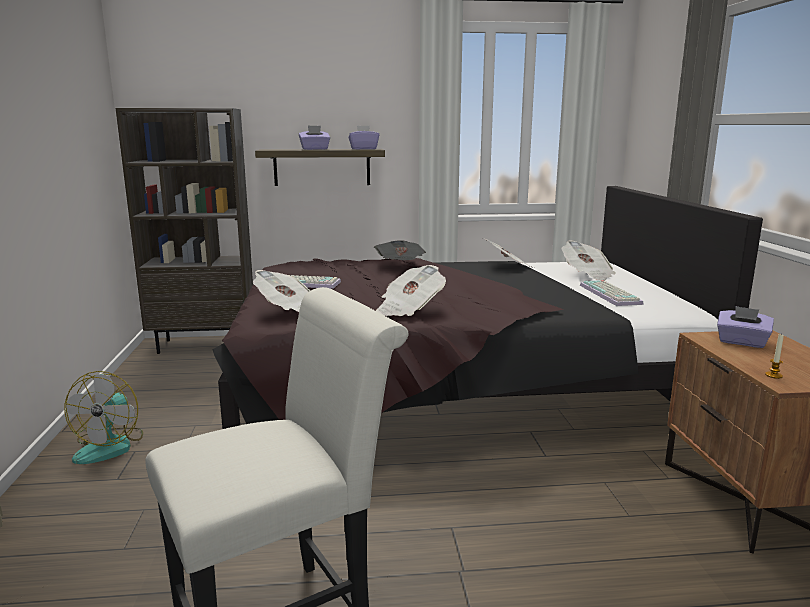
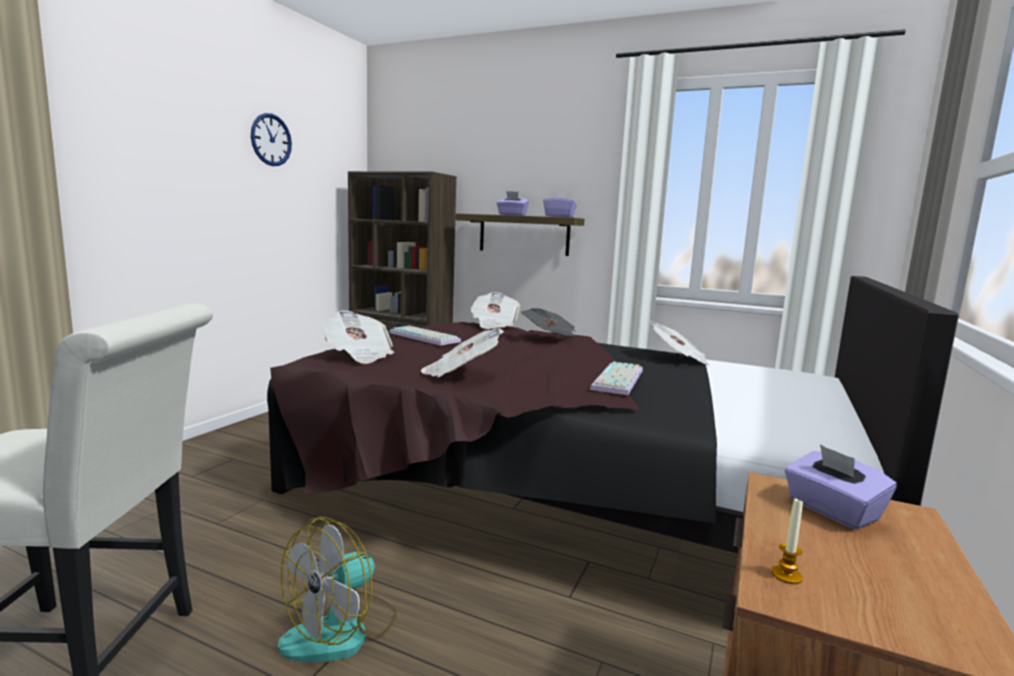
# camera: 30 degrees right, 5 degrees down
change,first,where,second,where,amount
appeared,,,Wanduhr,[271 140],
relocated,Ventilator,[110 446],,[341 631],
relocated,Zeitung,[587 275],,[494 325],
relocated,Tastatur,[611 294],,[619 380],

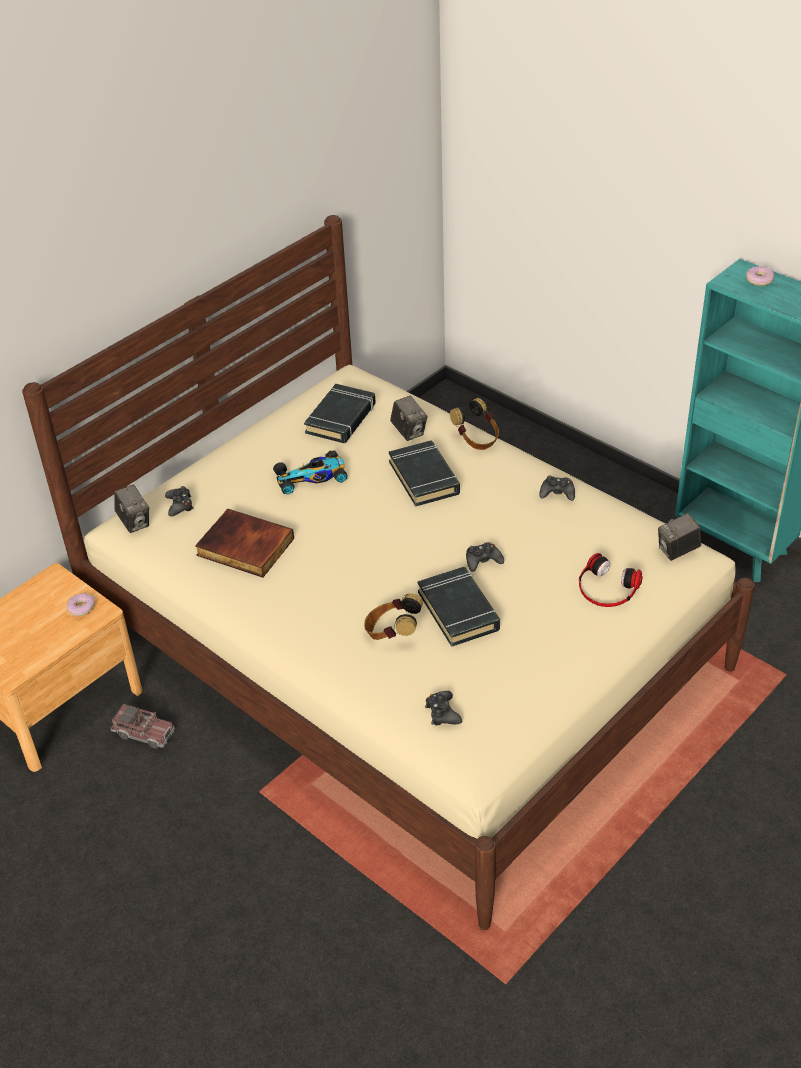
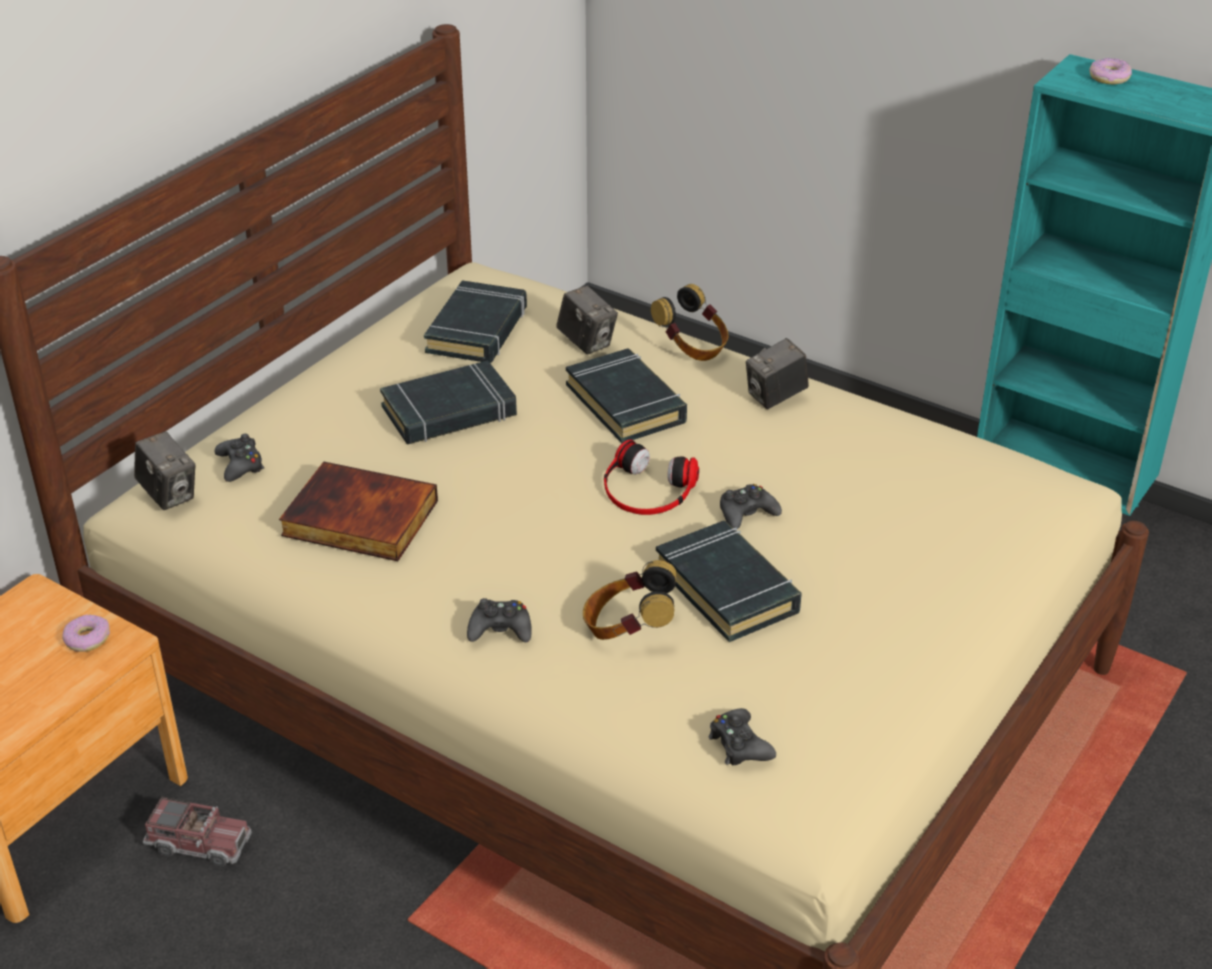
# camera: 10 degrees left, 5 degrees down
change,first,where,second,where,amount
relocated,Gamepad [schwarz],[557 493],,[500 629],
relocated,Kopfhörer,[607 588],,[647 490],
relocated,Kamera,[677 551],,[775 397],
exchanged,Spielzeugauto,[312 477],Buch [schwarz],[449 412],

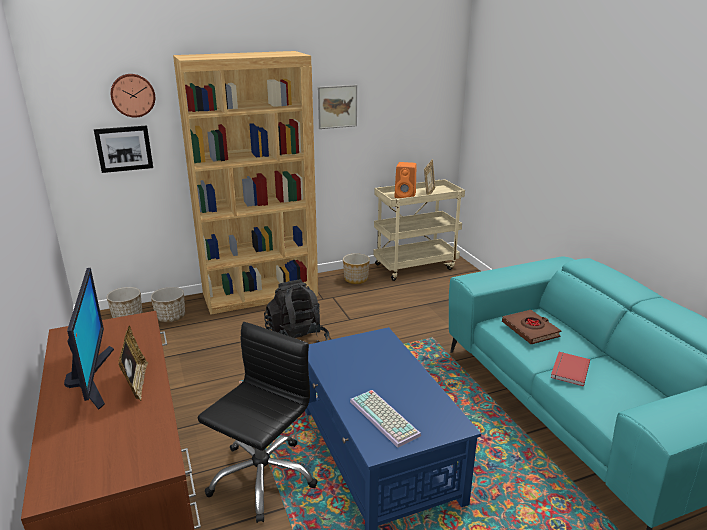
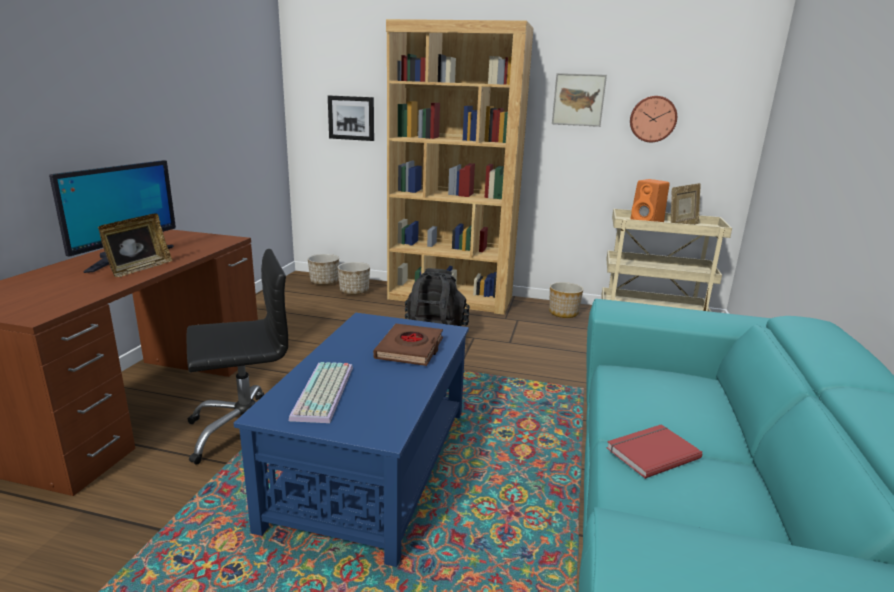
# camera: 35 degrees right, 5 degrees down
change,first,where,second,where,amount
relocated,Wanduhr,[133 95],,[652 119],
relocated,Buch [braun],[530 330],,[410 349],

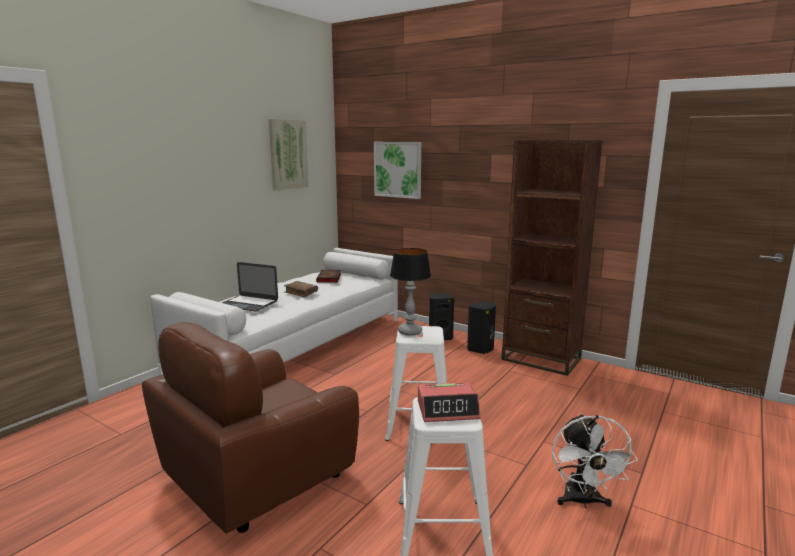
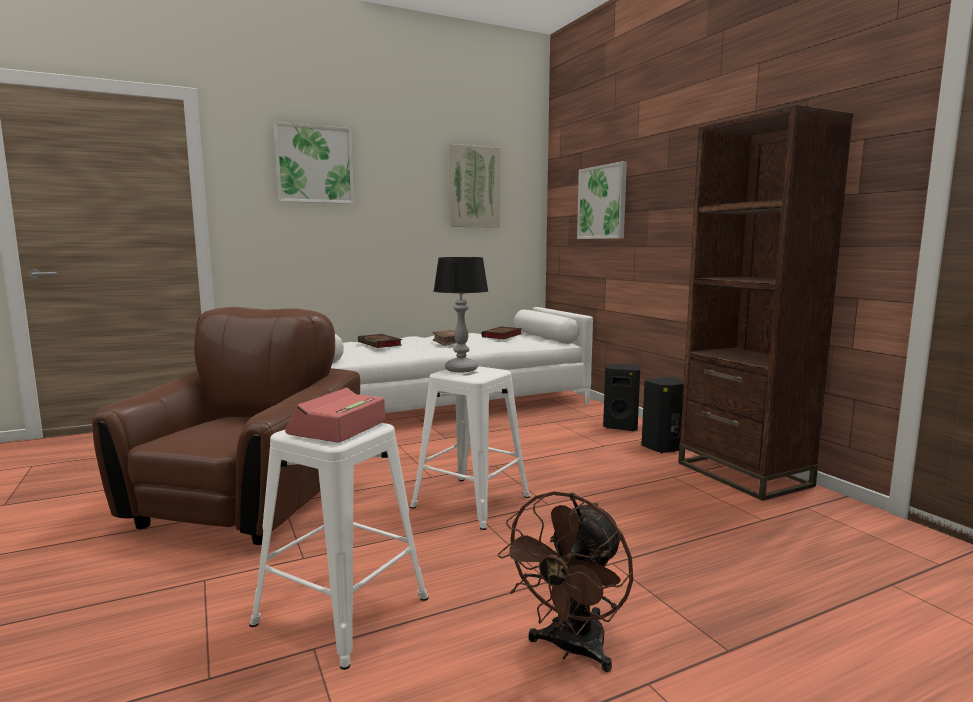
# camera: 30 degrees right, 5 degrees down
change,first,where,second,where,amount
appeared,,,Bild,[314 164],
exchanged,Laptop,[248 303],Buch,[380 344],
colour,Ventilator [weiß],[583 501],Ventilator [braun],[571 650],
spun,Sessel [braun],[258 477],,[245 504],120 degrees clockwise
spun,Wecker,[448 410],,[337 428],90 degrees clockwise

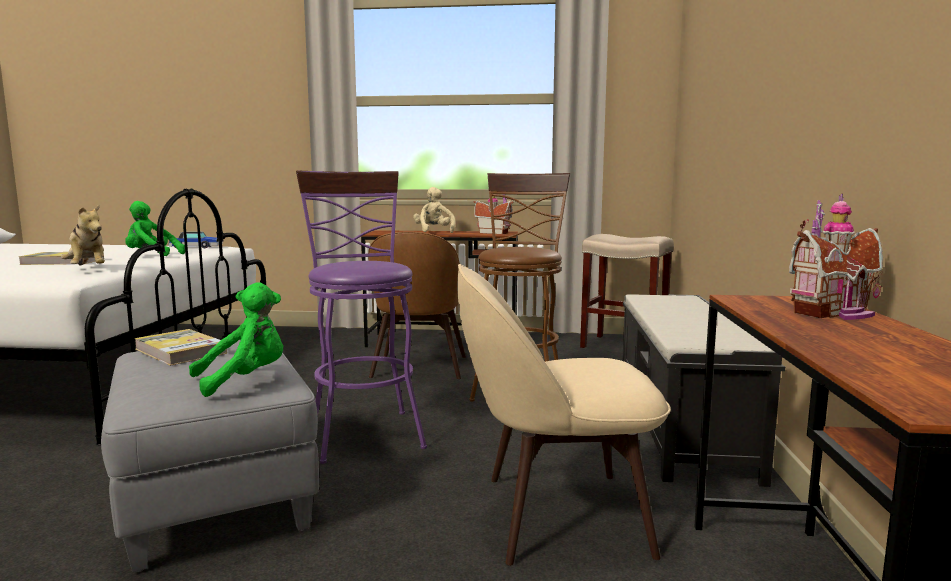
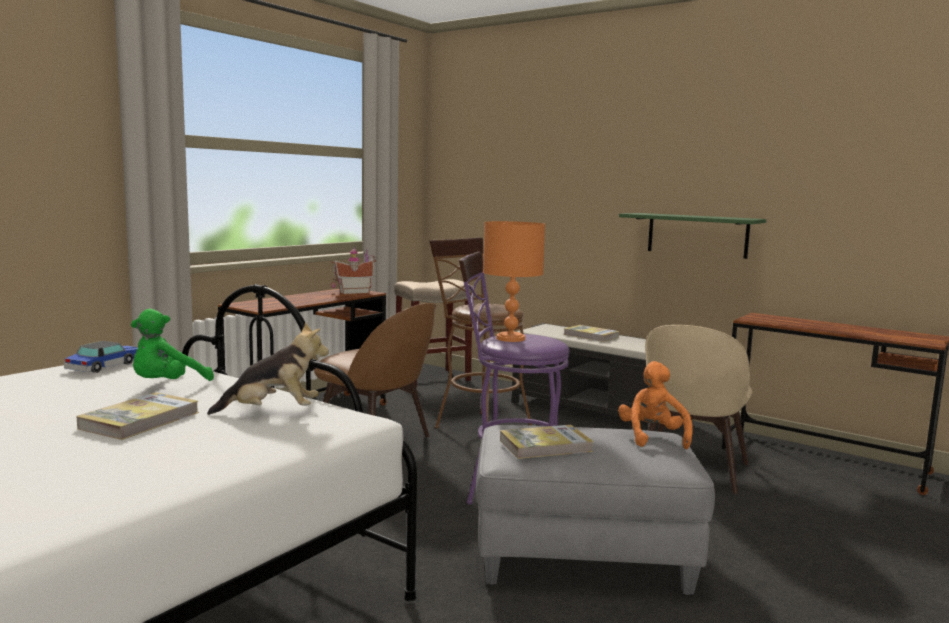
# camera: 60 degrees left, 0 degrees up
change,first,where,second,where,amount
missing,Plüschtier [beige],[434 231],,,
missing,Spielzeughaus,[837 314],,,
appeared,,,Tischlampe [orange],[510 339],
appeared,,,Buch,[591 336],
appeared,,,Wandregal [grün],[697 235],
colour,Plüschtier [grün],[245 380],Plüschtier [orange],[652 437],

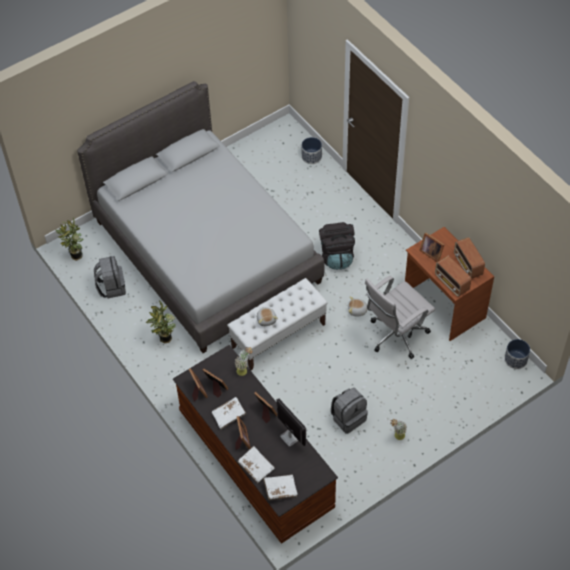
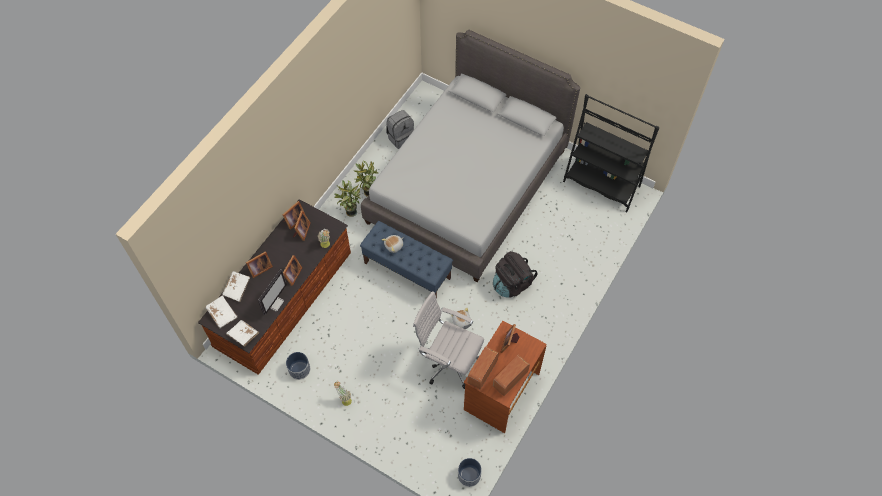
# camera: 65 degrees right, 5 degrees up
change,first,where,second,where,amount
missing,Rucksack [grau],[348 417],,,
appeared,,,Bücherregal [schwarz],[601 184],
relocated,Topfpflanze,[75 256],,[350 212],
relocated,Buch [weiß],[229 415],,[243 335],
relocated,Pflanzkübel,[311 157],,[299 369],
colour,Bank [weiß],[278 335],Bank [blau],[407 270],

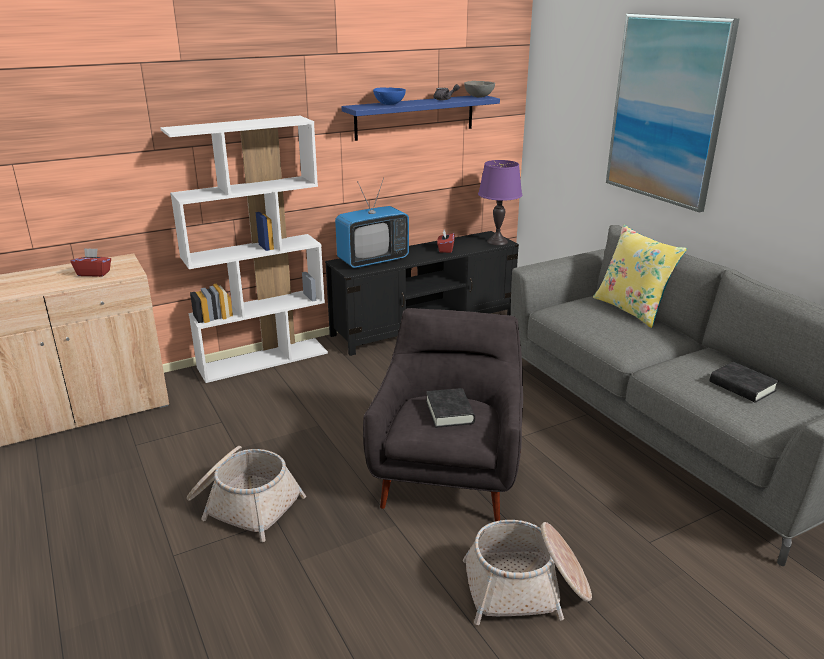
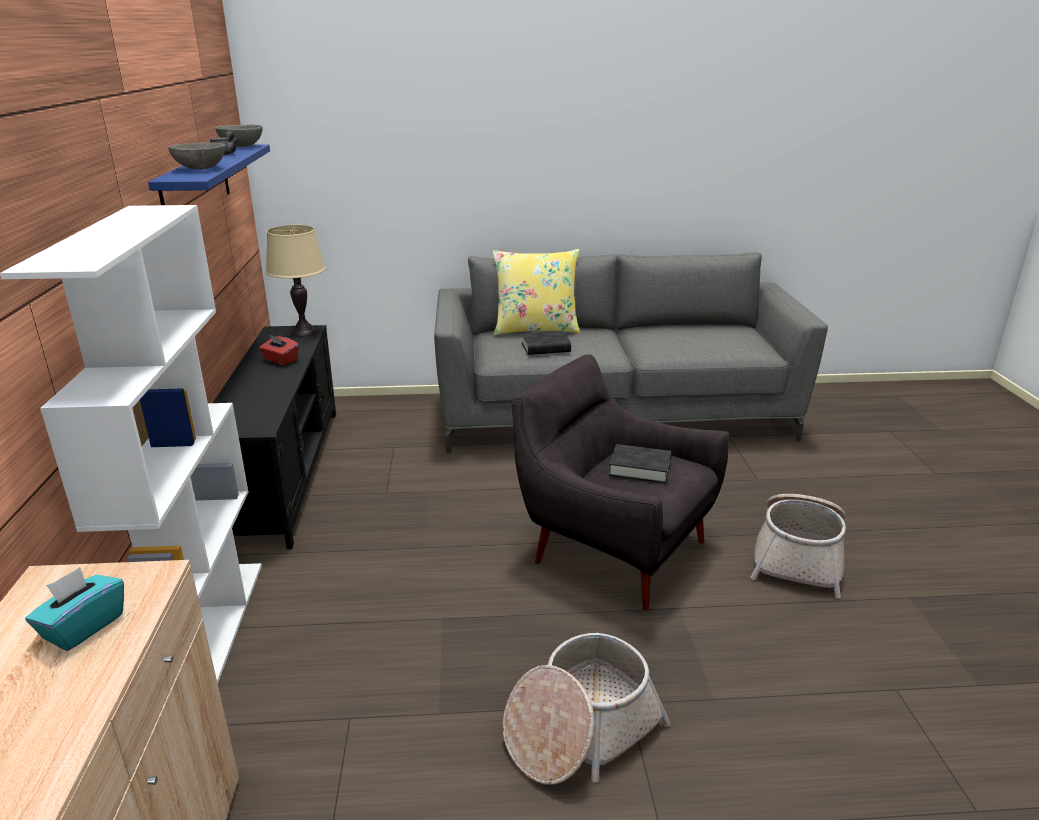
# camera: 65 degrees left, 0 degrees up
change,first,where,second,where,amount
missing,Fernseher,[373 260],,,
missing,Bild,[666 110],,,
relocated,Buch [schwarz],[742 386],,[545 348],
colour,Taschentuchbox [rot],[94 273],Taschentuchbox [türkis],[83 627],
colour,Schüssel [blau],[389 104],Schüssel [grau],[201 168],
colour,Tischlampe [lila],[497 242],Tischlampe [beige],[303 332],

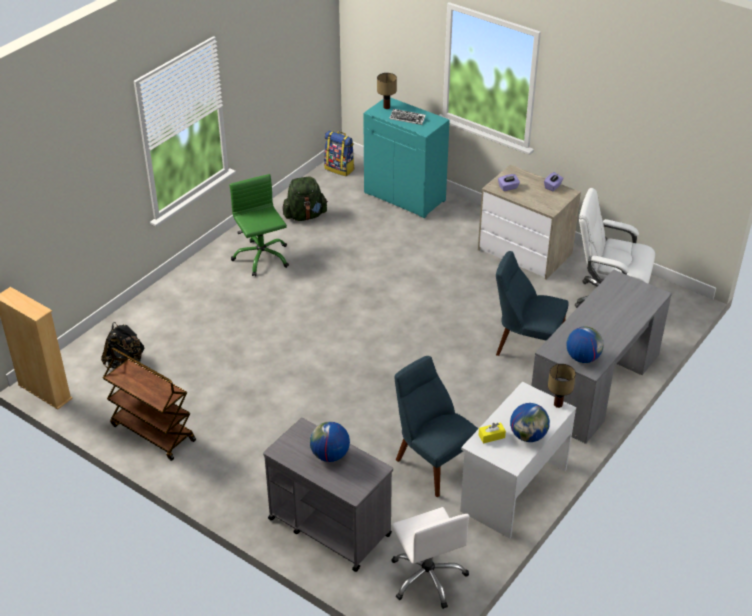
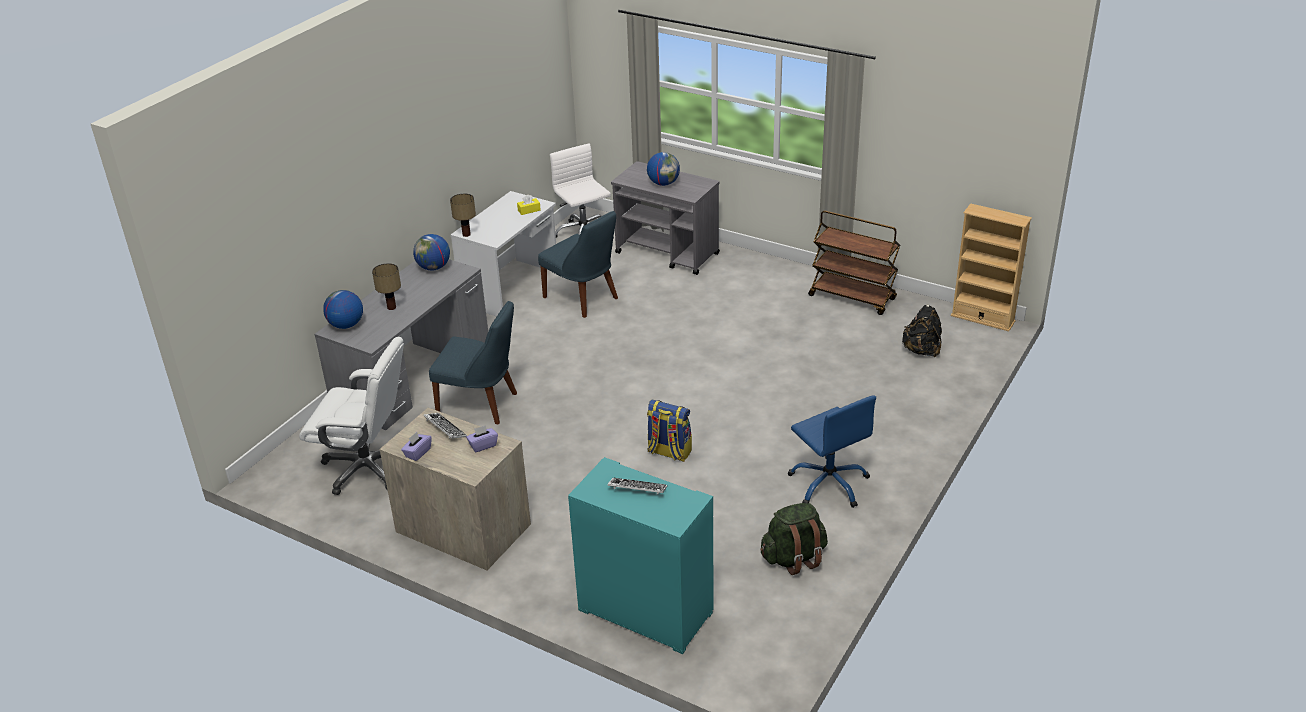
# camera: 175 degrees right, 5 degrees down
change,first,where,second,where,amount
appeared,,,Tastatur,[445 429],
relocated,Rucksack,[340 169],,[669 452],
relocated,Tischlampe,[386 107],,[391 307],
relocated,Globus,[528 436],,[346 325],
colour,Bürostuhl [grün],[261 258],Bürostuhl [blau],[829 484],

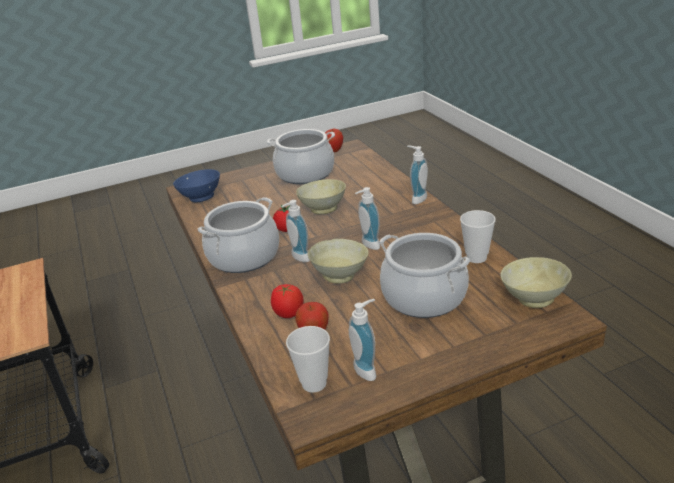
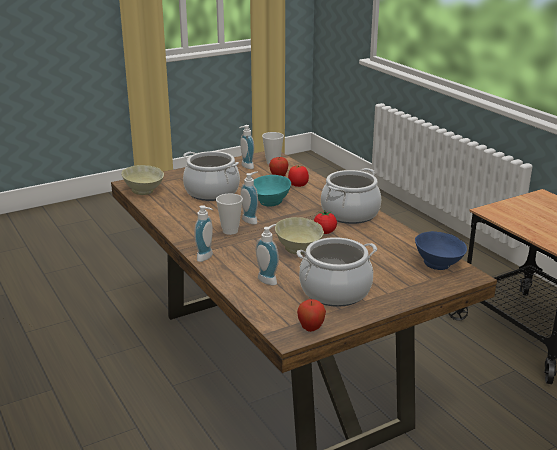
# camera: 170 degrees right, 5 degrees down
change,first,where,second,where,amount
relocated,Seifenspender,[298 258],,[269 279],
relocated,Tasse,[476 257],,[230 231],
colour,Schüssel [beige],[341 275],Schüssel [türkis],[269 202],

